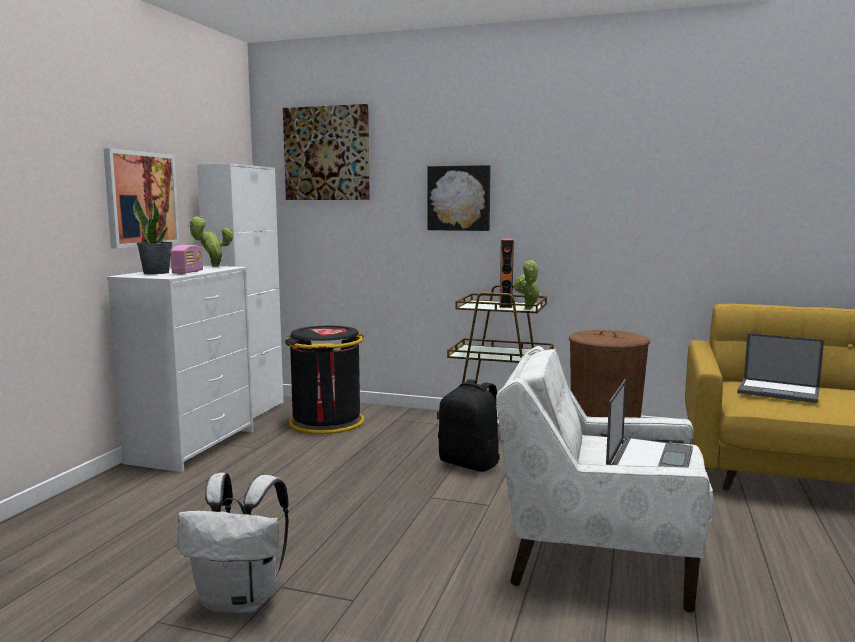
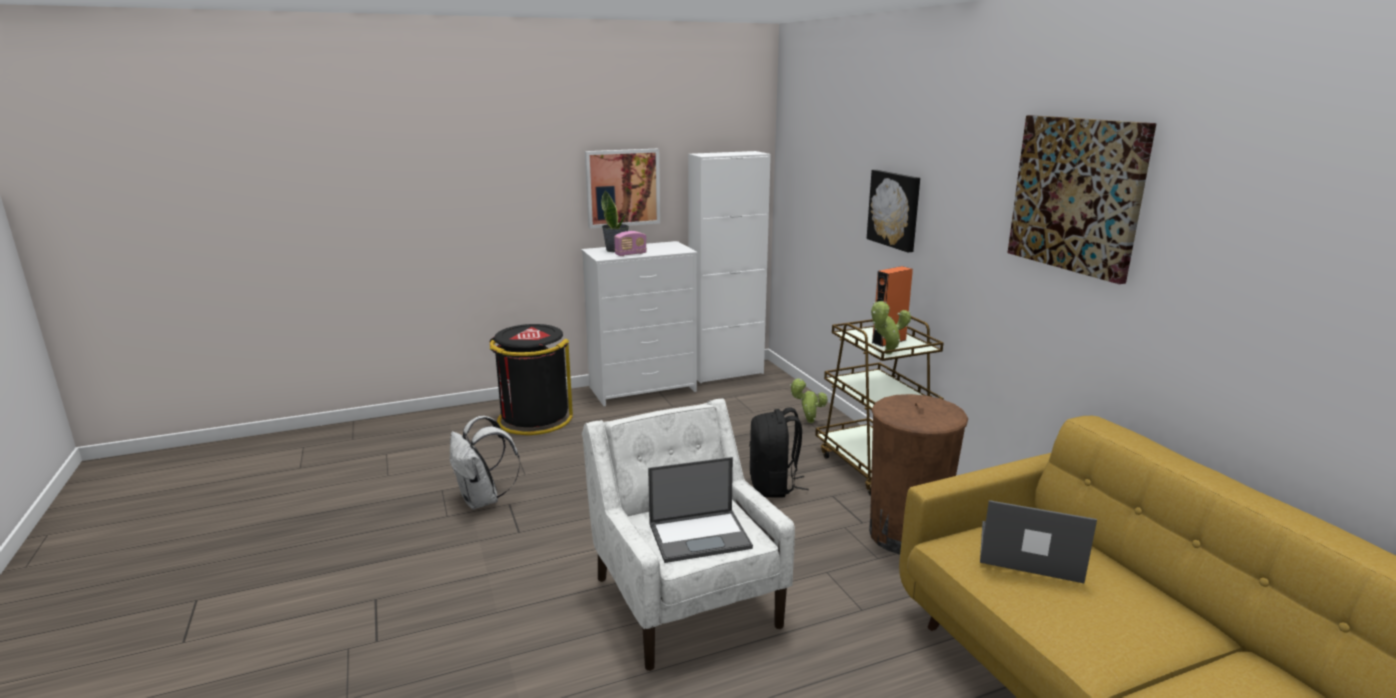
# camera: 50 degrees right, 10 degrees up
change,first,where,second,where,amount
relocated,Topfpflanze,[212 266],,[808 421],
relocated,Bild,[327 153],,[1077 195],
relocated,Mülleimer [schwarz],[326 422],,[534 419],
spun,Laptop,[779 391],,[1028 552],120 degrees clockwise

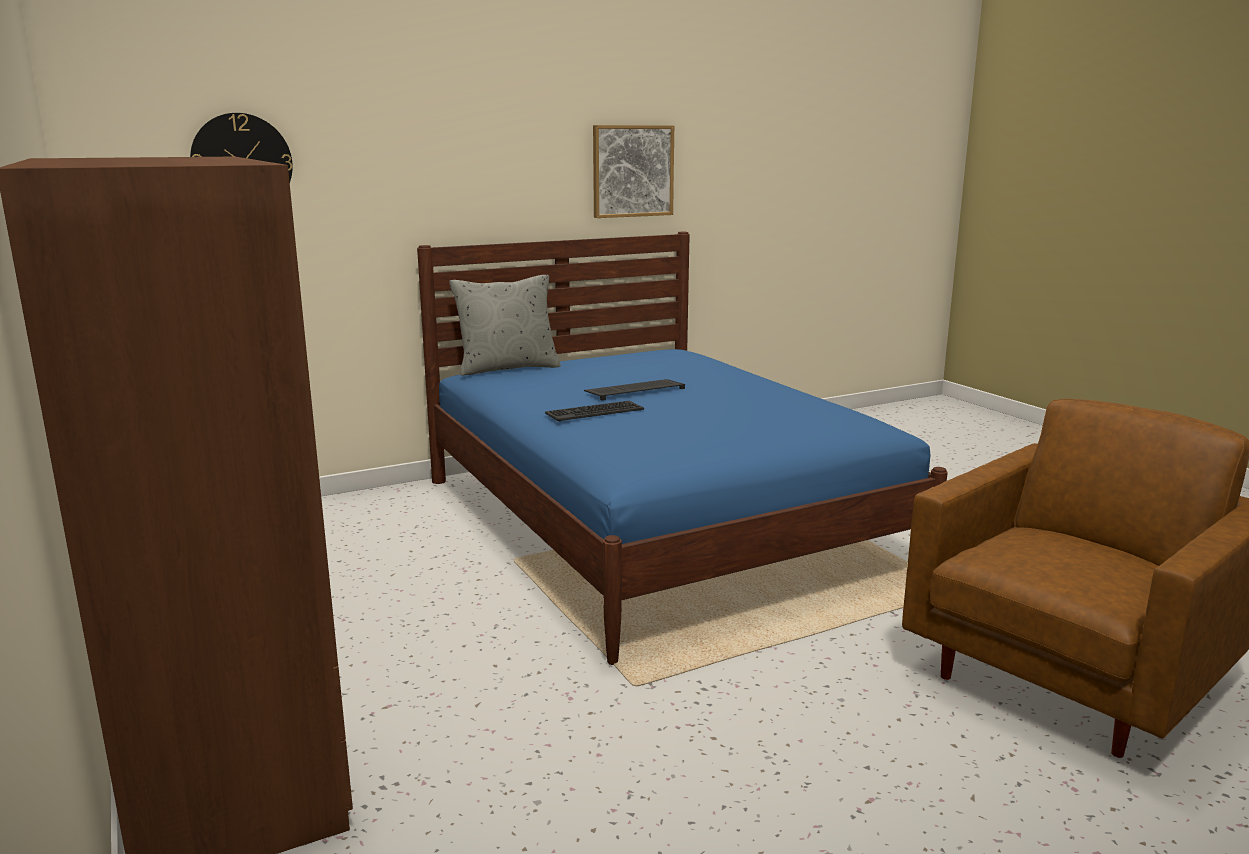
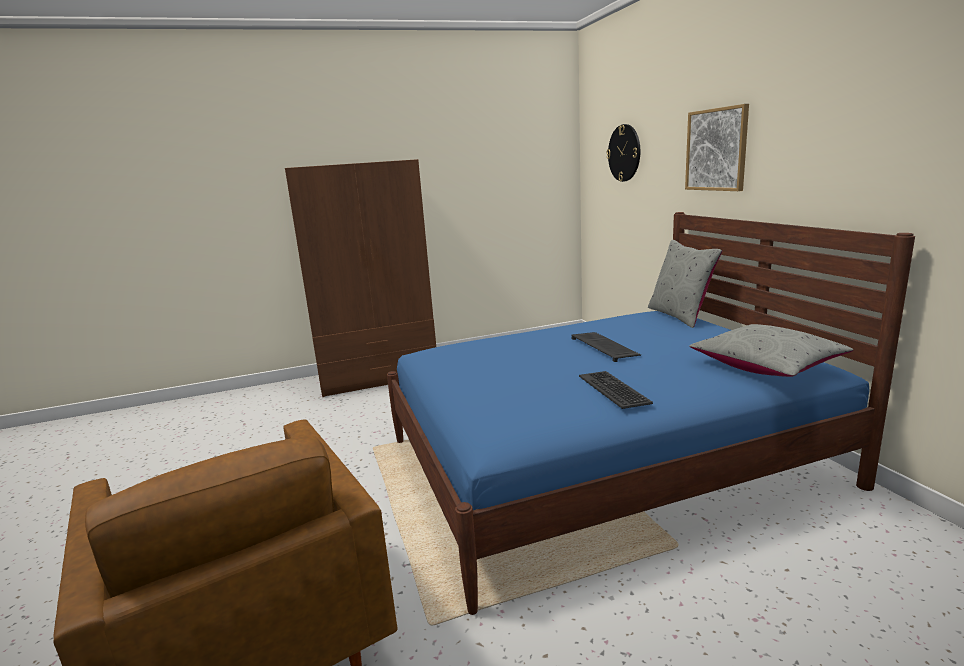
# camera: 100 degrees right, 0 degrees up
change,first,where,second,where,amount
appeared,,,Kissen [grau],[766 366],
relocated,Tastatur,[594 411],,[614 389],
relocated,Bild,[632 171],,[716 150],

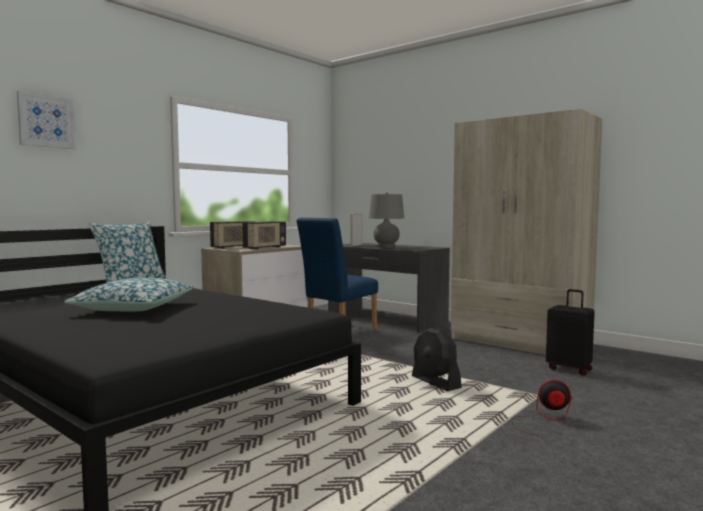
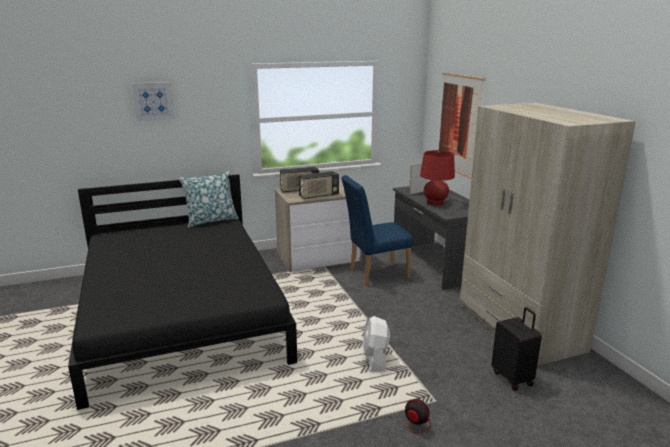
# camera: 30 degrees right, 15 degrees up
change,first,where,second,where,amount
missing,Kissen,[134 308],,,
appeared,,,Bild,[459 124],
colour,Tischlampe [grau],[386 247],Tischlampe [rot],[435 202],
colour,Ventilator [schwarz],[435 383],Ventilator [weiß],[375 359],

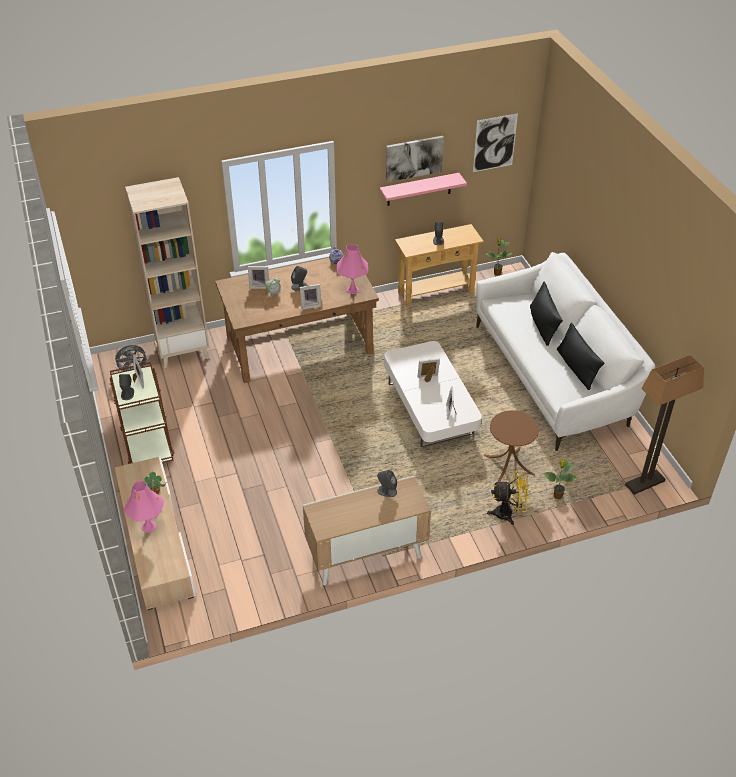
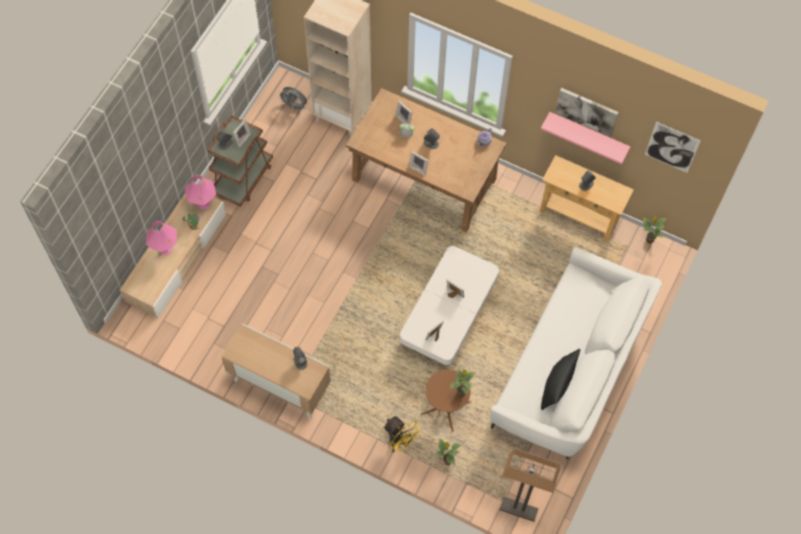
# camera: 45 degrees right, 20 degrees up
change,first,where,second,where,amount
missing,Kissen [schwarz],[542 325],,,
appeared,,,Topfpflanze,[461 392],
relocated,Tischlampe [rosa],[352 290],,[203 204],

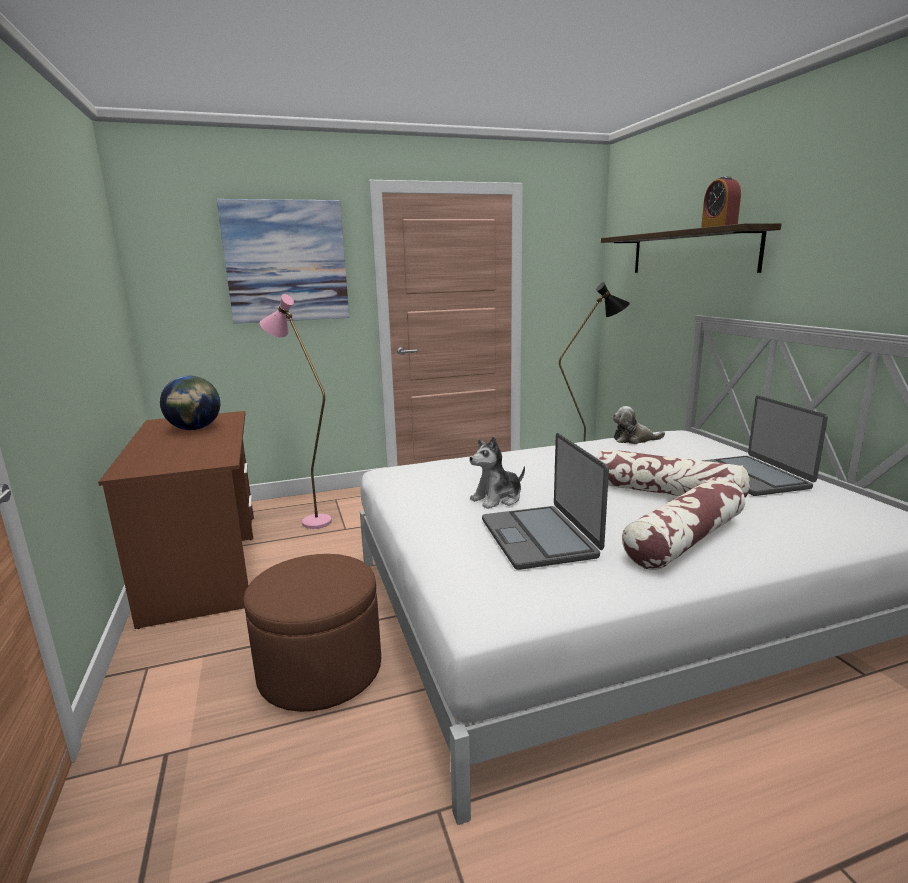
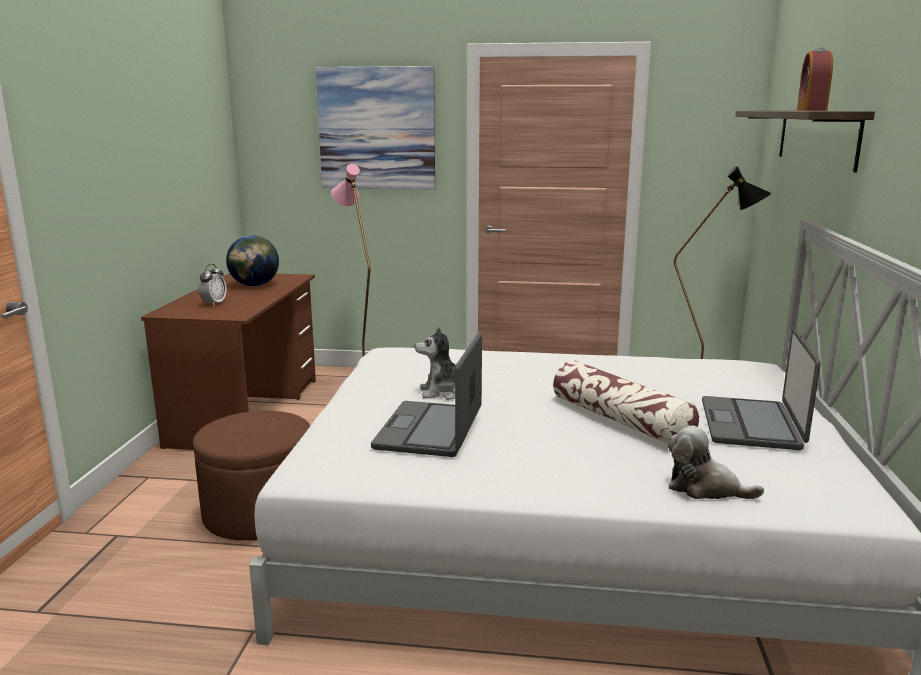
# camera: 25 degrees right, 0 degrees up
change,first,where,second,where,amount
missing,Kissen,[684 540],,,
appeared,,,Wecker,[214 304],
relocated,Plüschtier,[634 439],,[705 488],

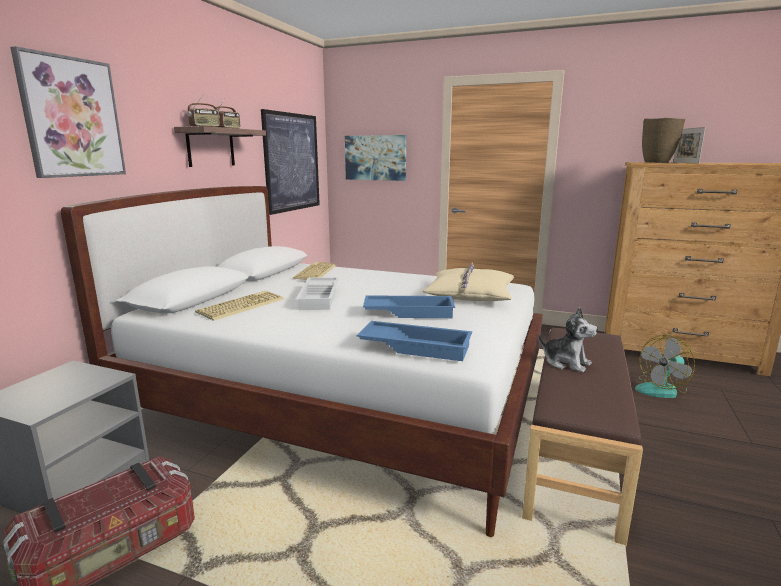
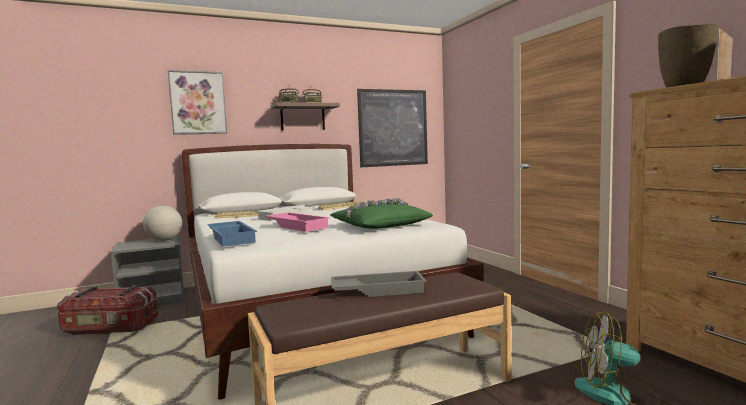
# camera: 45 degrees right, 10 degrees down
change,first,where,second,where,amount
missing,Bild,[375 158],,,
appeared,,,Globus,[164 240],
exchanged,Plüschtier,[566 363],Tablett [grau],[378 290],
colour,Tablett [blau],[409 312],Tablett [rosa],[298 226],
colour,Kissen [beige],[470 294],Kissen [grün],[380 225],

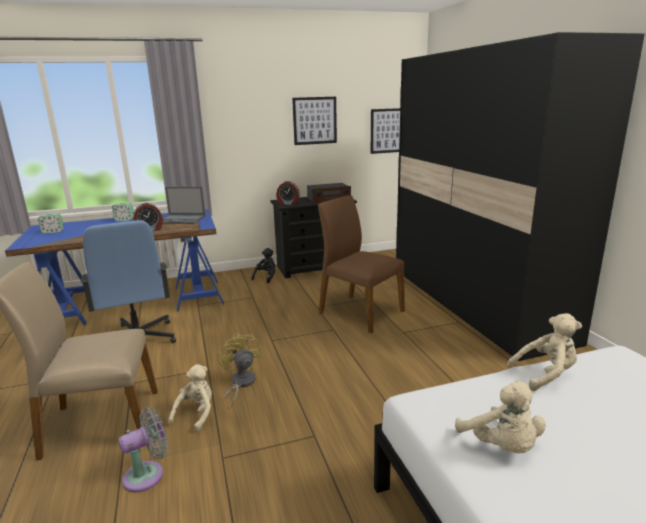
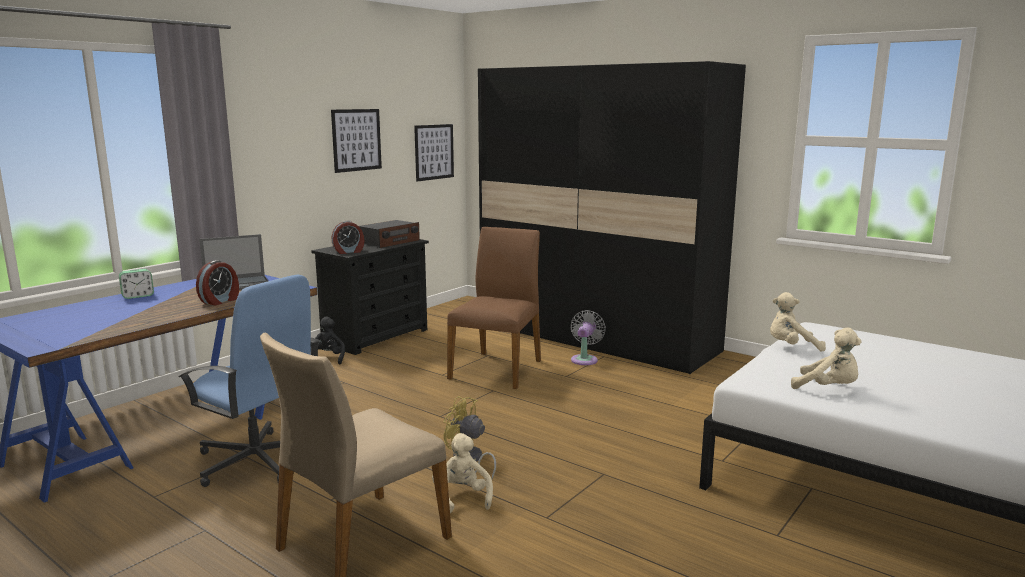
# camera: 35 degrees left, 5 degrees down
change,first,where,second,where,amount
missing,Wecker,[53 232],,,
relocated,Ventilator [grau],[148 474],,[585 359],
spun,Stuhl [braun],[360 312],,[497 369],105 degrees clockwise
spun,Plüschtier [beige],[545 375],,[791 347],135 degrees counterclockwise

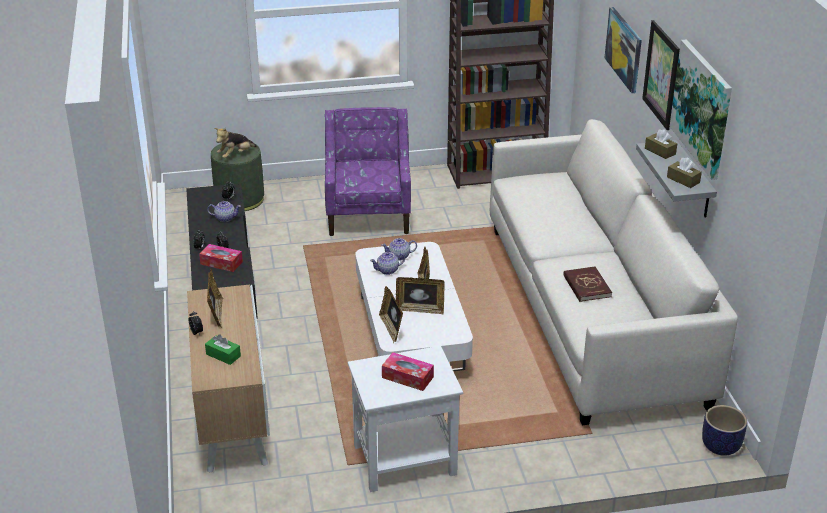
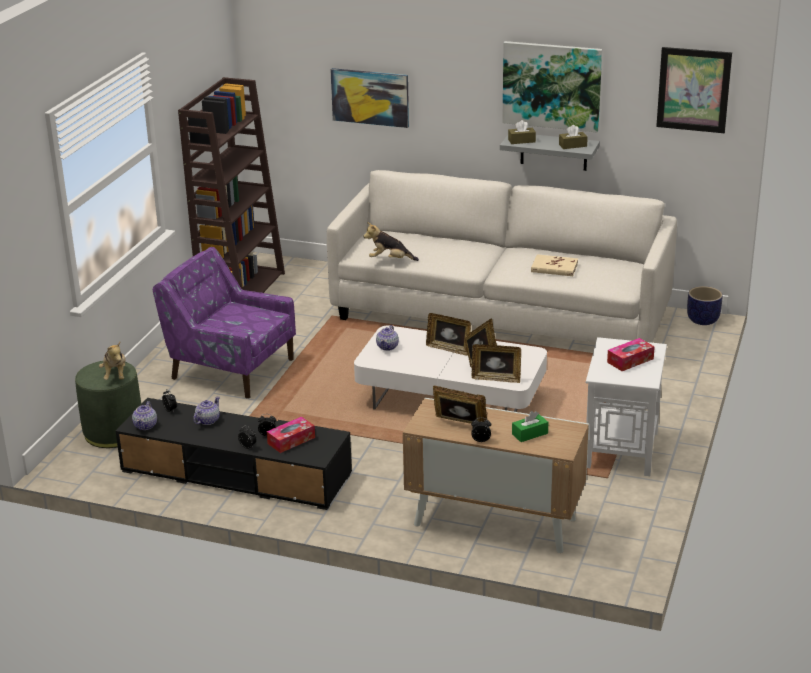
# camera: 60 degrees left, 5 degrees down
change,first,where,second,where,amount
appeared,,,Plüschtier,[390 260],
relocated,Teekanne,[388 270],,[146 425],
relocated,Bild,[661 74],,[693 90],
colour,Buch [rot],[586 286],Buch [beige],[554 268],

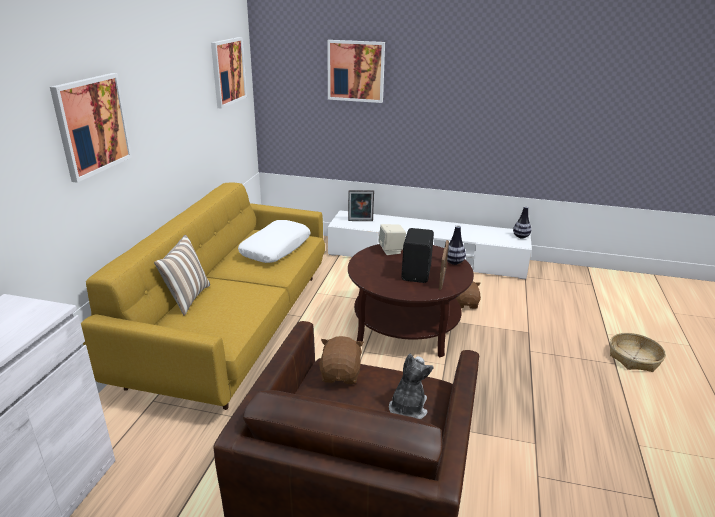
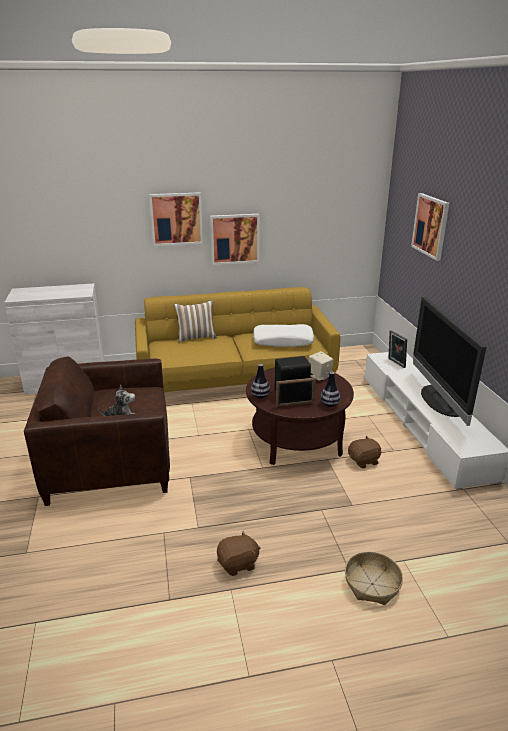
# camera: 65 degrees right, 0 degrees up
change,first,where,second,where,amount
appeared,,,Fernseher,[439 401],
relocated,Bild,[228 71],,[235 239],
relocated,Plüschtier [braun],[341 374],,[238 564],
relocated,Vase,[521 237],,[260 396],

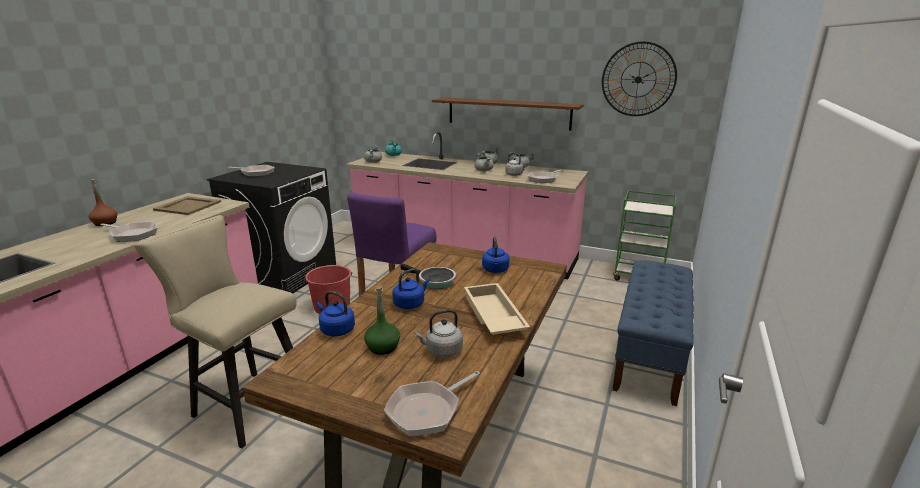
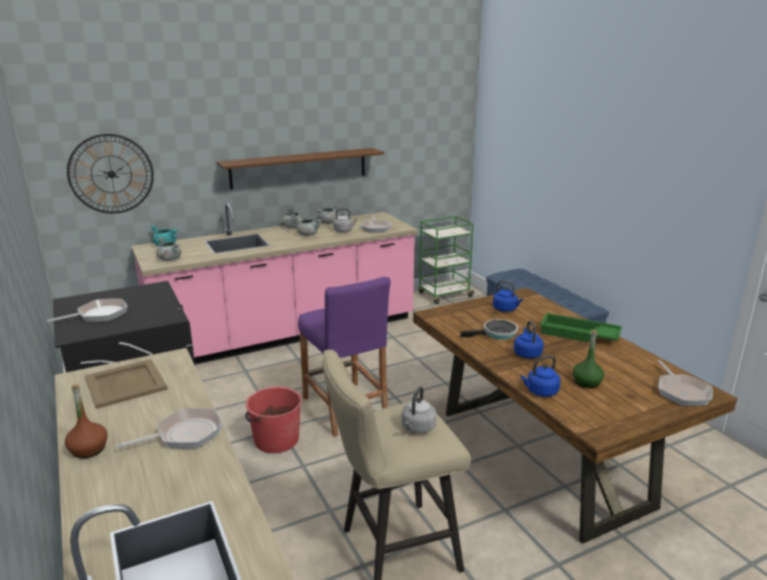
# camera: 50 degrees left, 0 degrees up
change,first,where,second,where,amount
relocated,Wasserkessel [grau],[442 351],,[417 428],
relocated,Wanduhr,[638 79],,[111 174],
colour,Tablett [beige],[492 316],Tablett [grün],[578 334],

